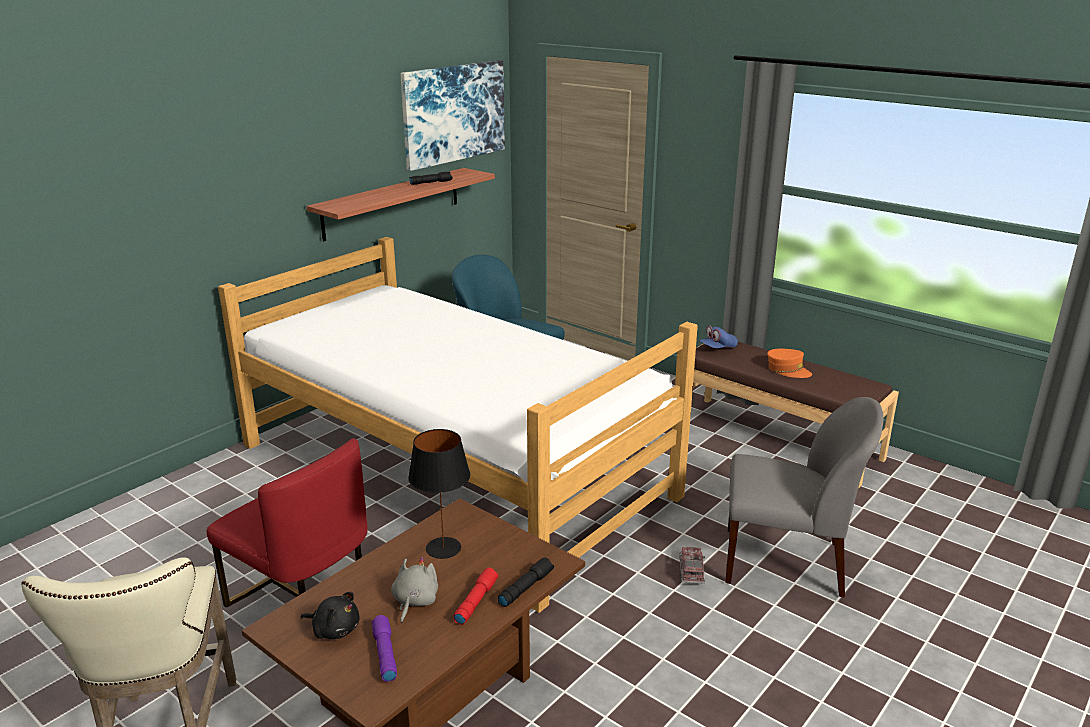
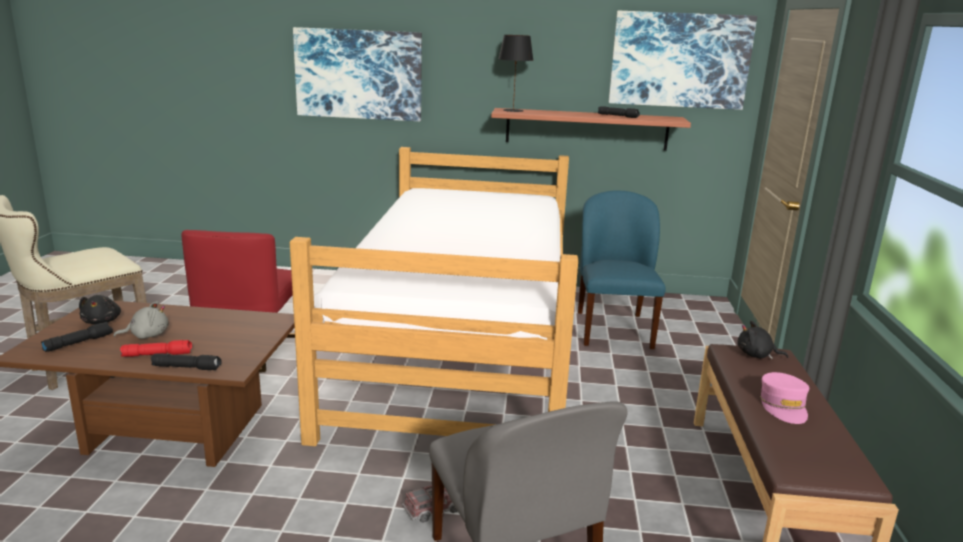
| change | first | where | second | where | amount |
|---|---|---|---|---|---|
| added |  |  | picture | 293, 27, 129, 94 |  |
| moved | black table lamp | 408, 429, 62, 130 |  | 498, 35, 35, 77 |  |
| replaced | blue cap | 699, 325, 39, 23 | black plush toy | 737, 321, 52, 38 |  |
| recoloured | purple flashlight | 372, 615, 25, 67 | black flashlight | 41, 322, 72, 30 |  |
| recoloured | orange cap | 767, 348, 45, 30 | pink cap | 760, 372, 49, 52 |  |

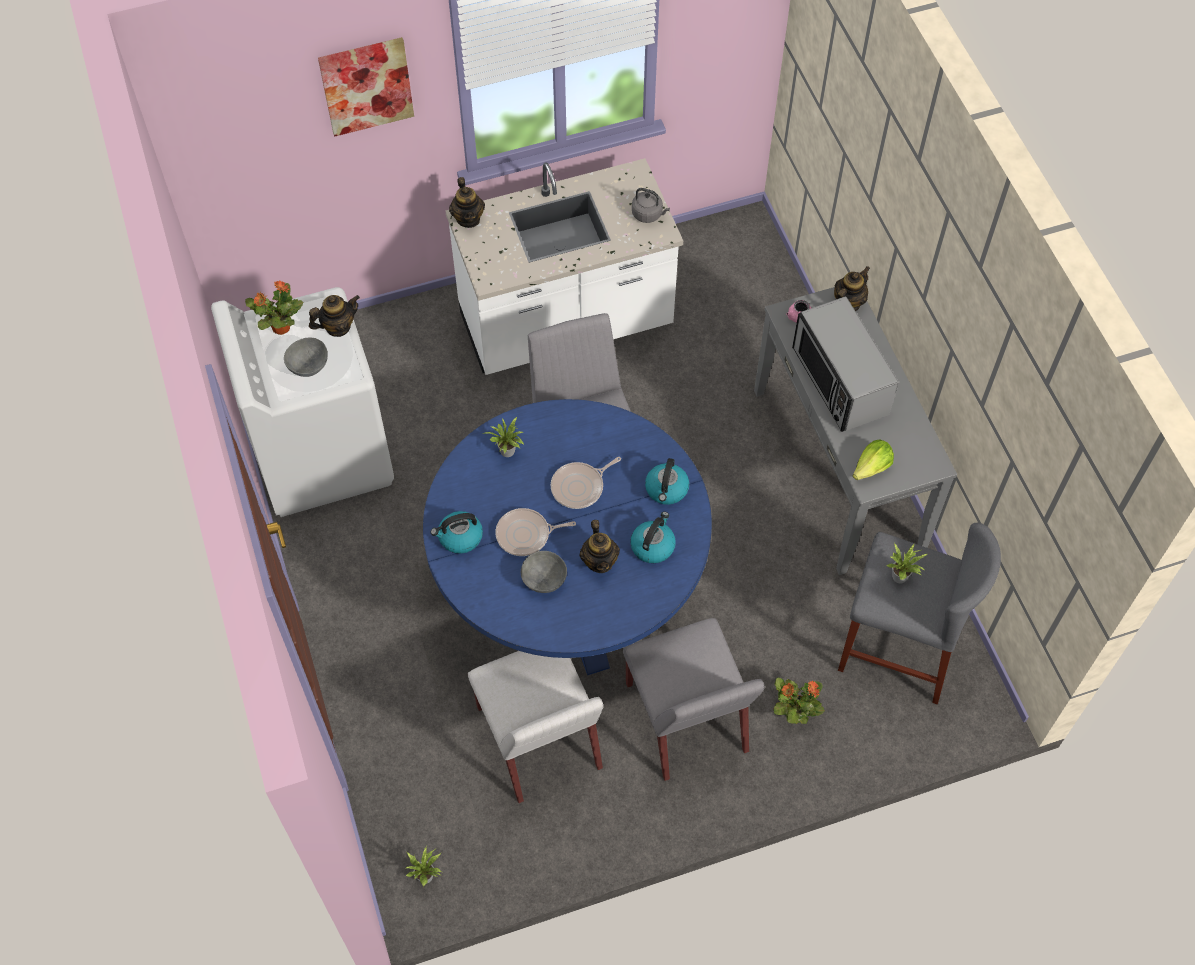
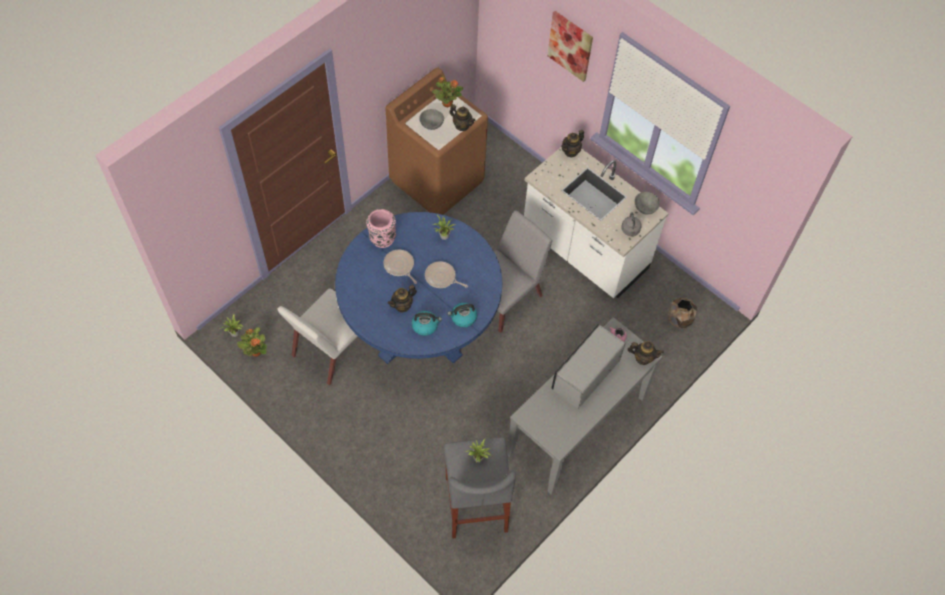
| change | first | where | second | where | amount |
|---|---|---|---|---|---|
| removed | grey chair | 623, 618, 142, 163 |  |  |  |
| removed | lettuce | 853, 439, 41, 41 |  |  |  |
| added |  |  | brown planter | 668, 297, 29, 31 |  |
| moved | grey bowl | 521, 551, 46, 42 |  | 635, 192, 25, 23 |  |
| moved | potted plant | 773, 678, 52, 46 |  | 237, 327, 30, 30 |  |
| replaced | kettle | 431, 511, 52, 43 | pink vase | 366, 209, 30, 39 |  |
| recoloured | white washing machine | 211, 287, 183, 230 | brown washing machine | 385, 68, 103, 147 |  |

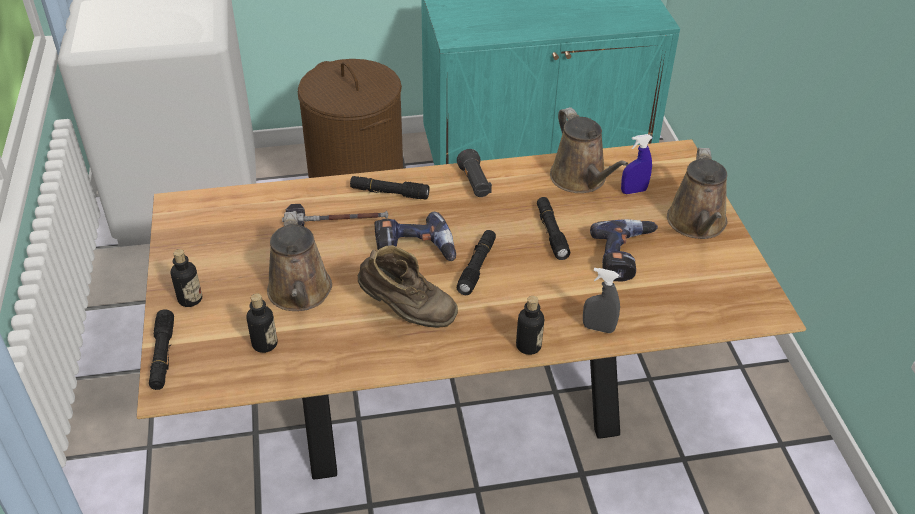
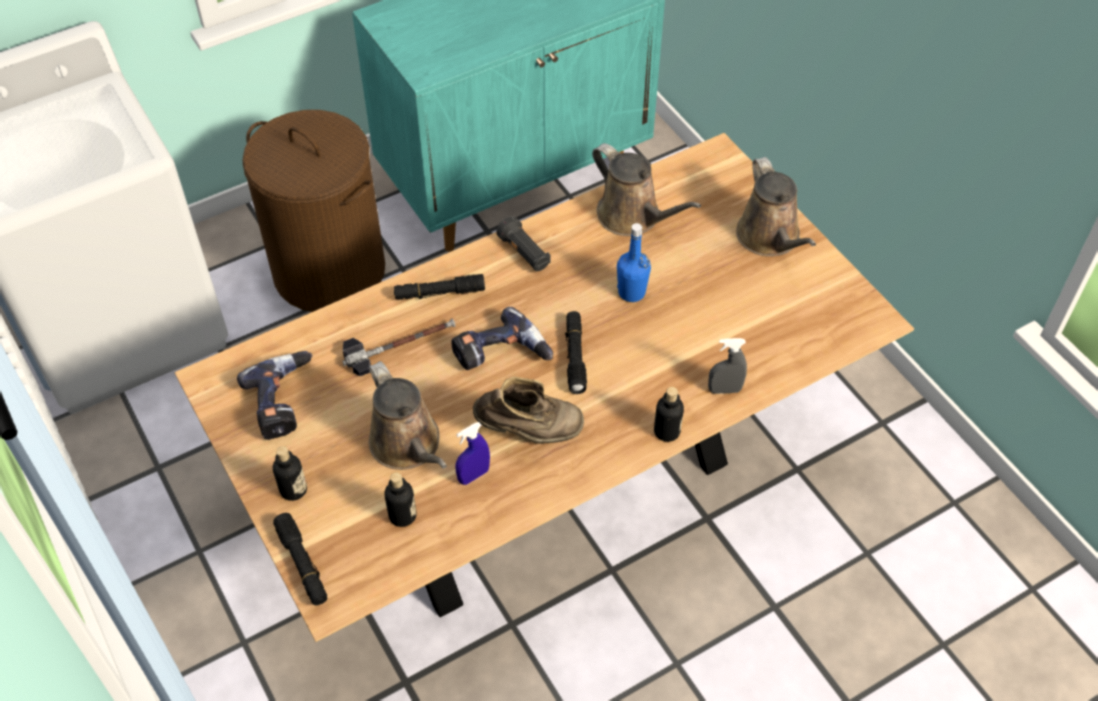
| change | first | where | second | where | amount |
|---|---|---|---|---|---|
| moved | power drill | 590, 219, 68, 62 |  | 237, 351, 76, 89 |  |
| moved | blue spray bottle | 621, 134, 32, 60 |  | 455, 422, 35, 63 |  |
| replaced | black flashlight | 537, 197, 33, 63 | blue bottle | 617, 223, 34, 79 |  |

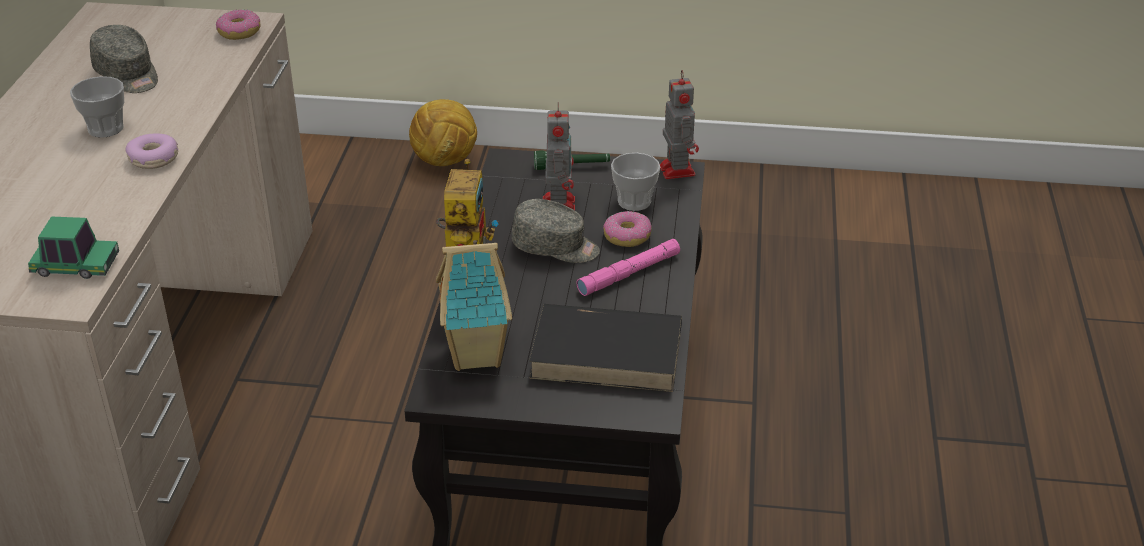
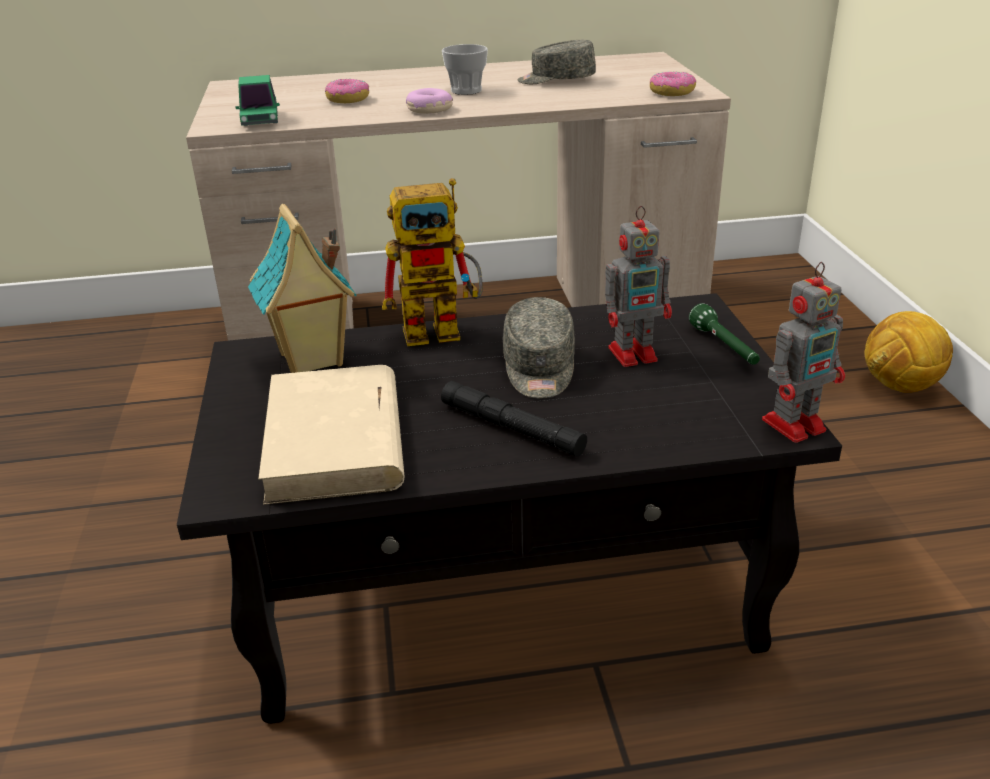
| change | first | where | second | where | amount |
|---|---|---|---|---|---|
| removed | cup | 611, 153, 49, 58 |  |  |  |
| moved | donut | 603, 211, 49, 36 |  | 325, 79, 44, 24 |  |
| recoloured | black book | 529, 304, 153, 88 | beige book | 258, 365, 147, 140 |  |
| recoloured | pink flashlight | 577, 239, 103, 57 | black flashlight | 441, 381, 146, 76 |  |
| turned | grey cap | 90, 25, 68, 68 |  | 518, 40, 78, 44 | 60 degrees clockwise |

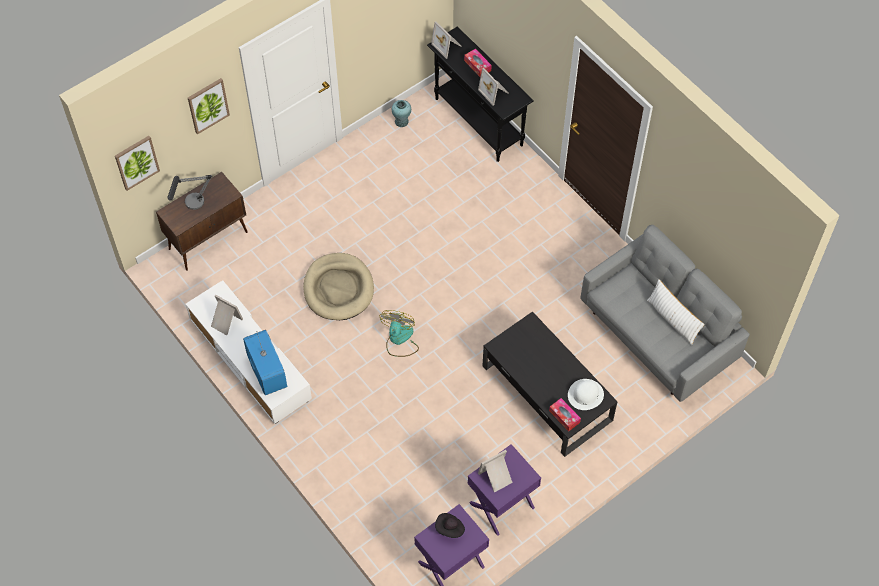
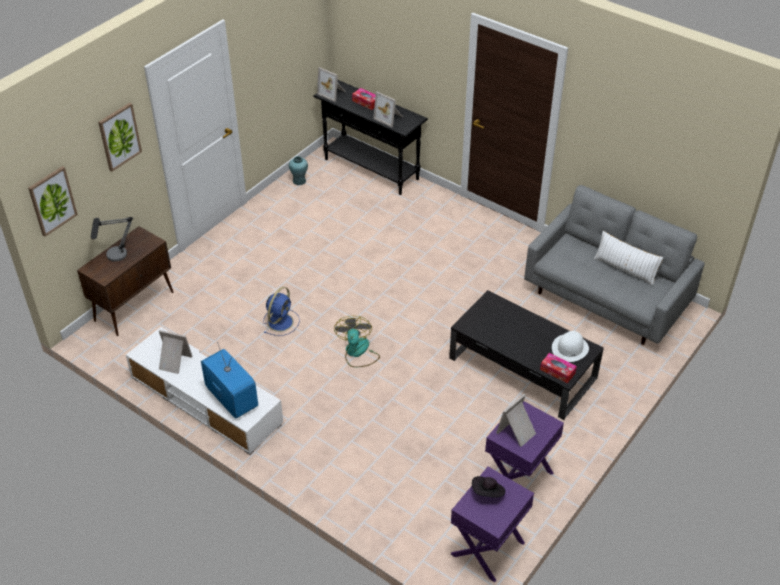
| change | first | where | second | where | amount |
|---|---|---|---|---|---|
| replaced | beige dog bed | 303, 253, 71, 67 | blue fan | 263, 287, 37, 49 |  |

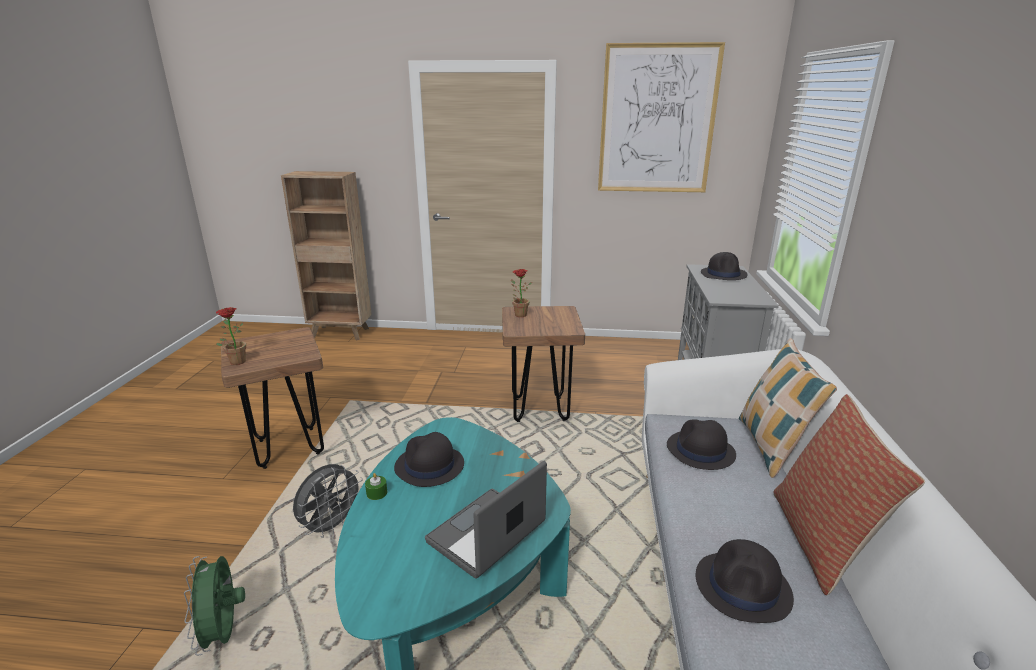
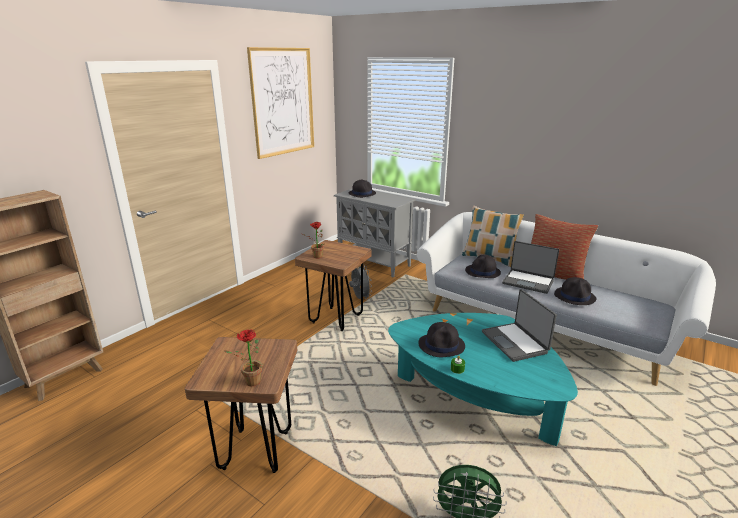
| change | first | where | second | where | amount |
|---|---|---|---|---|---|
| added |  |  | laptop | 502, 241, 57, 53 |  |
| moved | grey fan | 293, 464, 70, 74 |  | 349, 265, 23, 35 |  |

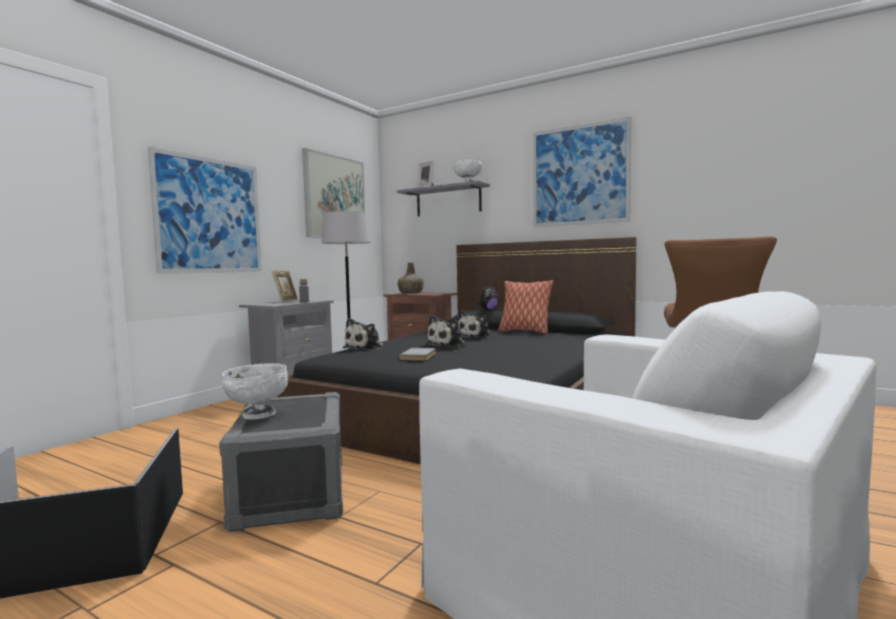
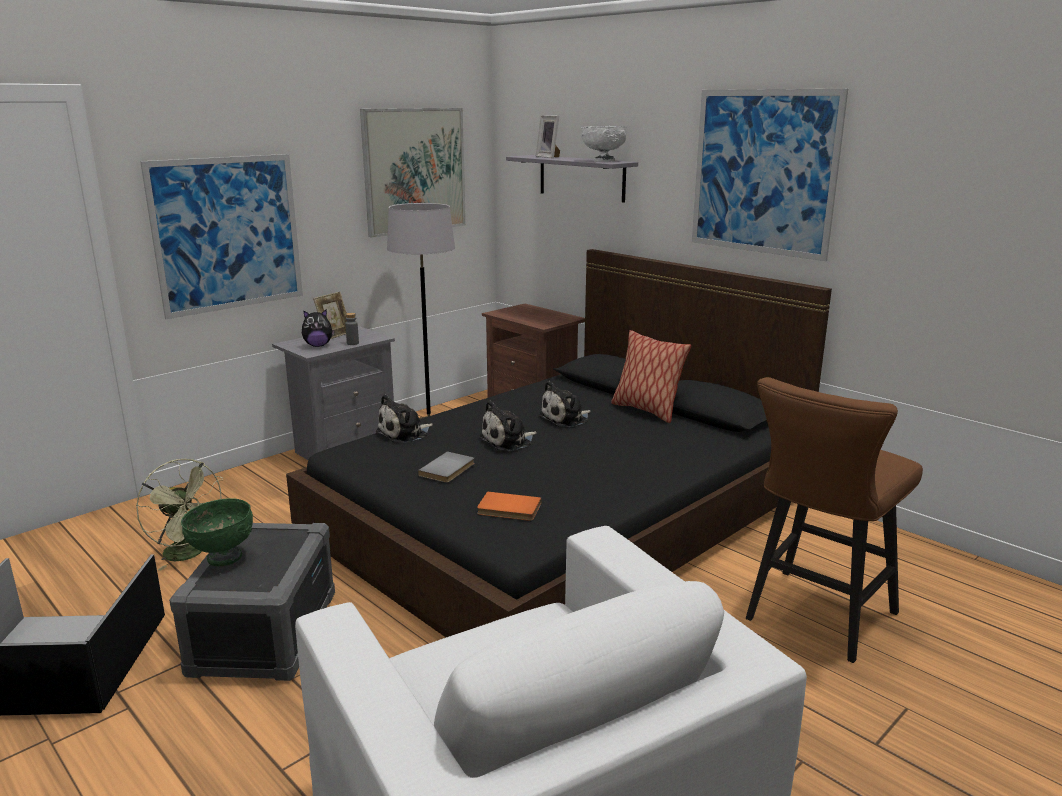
| change | first | where | second | where | amount |
|---|---|---|---|---|---|
| removed | green bottle | 398, 263, 26, 31 |  |  |  |
| added |  |  | green fan | 136, 459, 87, 112 |  |
| added |  |  | orange book | 477, 492, 64, 29 |  |
| moved | plush toy | 478, 285, 21, 26 |  | 302, 310, 33, 37 |  |
| recoloured | white bowl | 222, 363, 66, 57 | green bowl | 181, 498, 72, 68 |  |

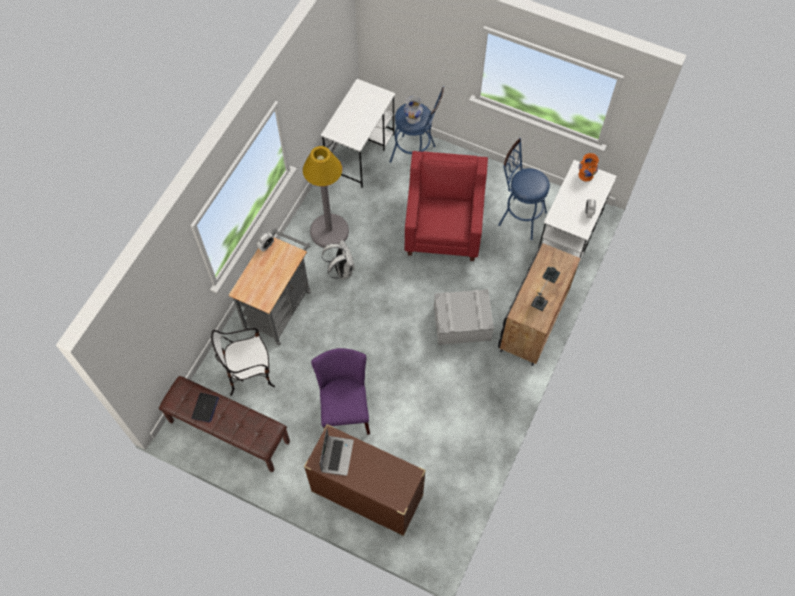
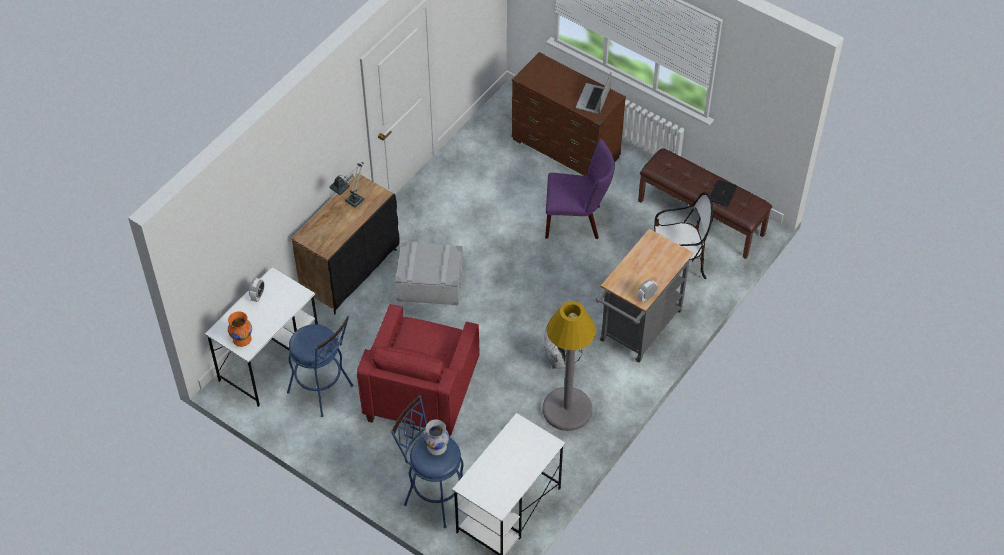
| change | first | where | second | where | amount |
|---|---|---|---|---|---|
| turned | purple chair | 311, 348, 59, 87 |  | 545, 139, 70, 100 | 90 degrees counterclockwise |

